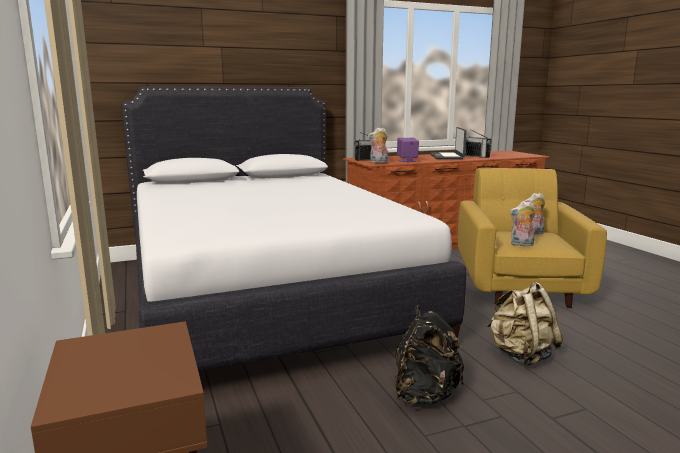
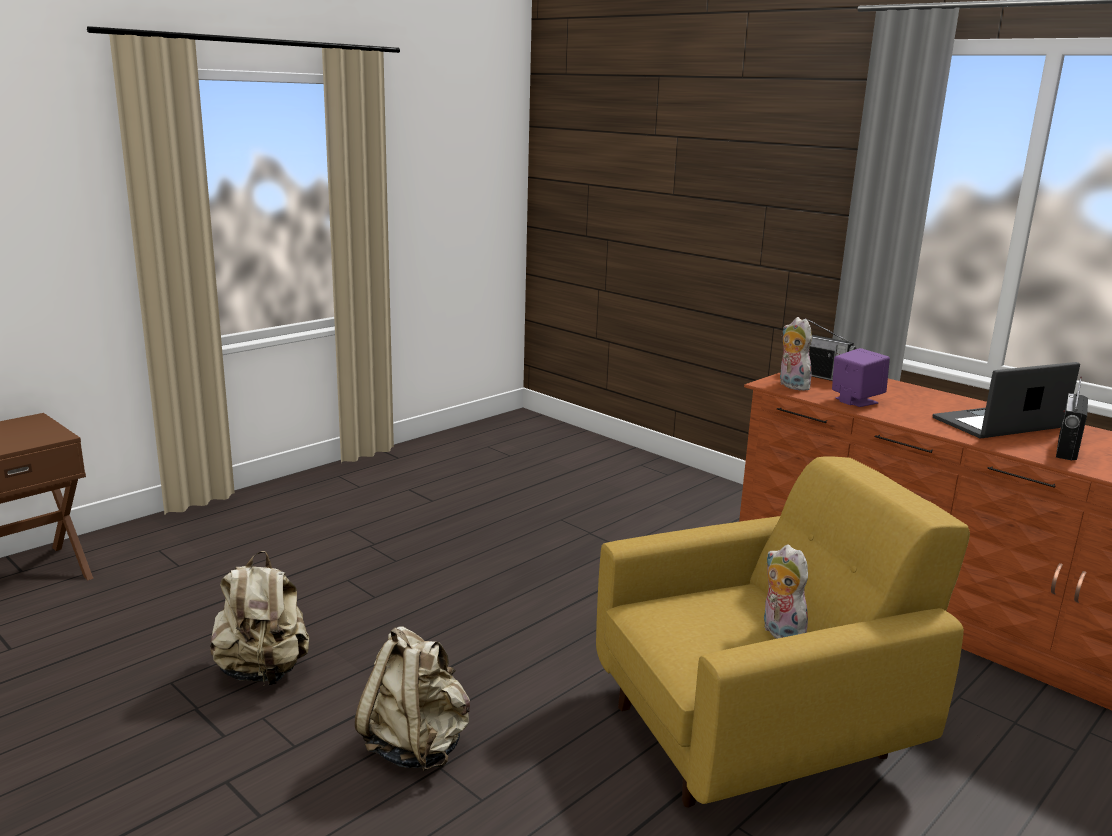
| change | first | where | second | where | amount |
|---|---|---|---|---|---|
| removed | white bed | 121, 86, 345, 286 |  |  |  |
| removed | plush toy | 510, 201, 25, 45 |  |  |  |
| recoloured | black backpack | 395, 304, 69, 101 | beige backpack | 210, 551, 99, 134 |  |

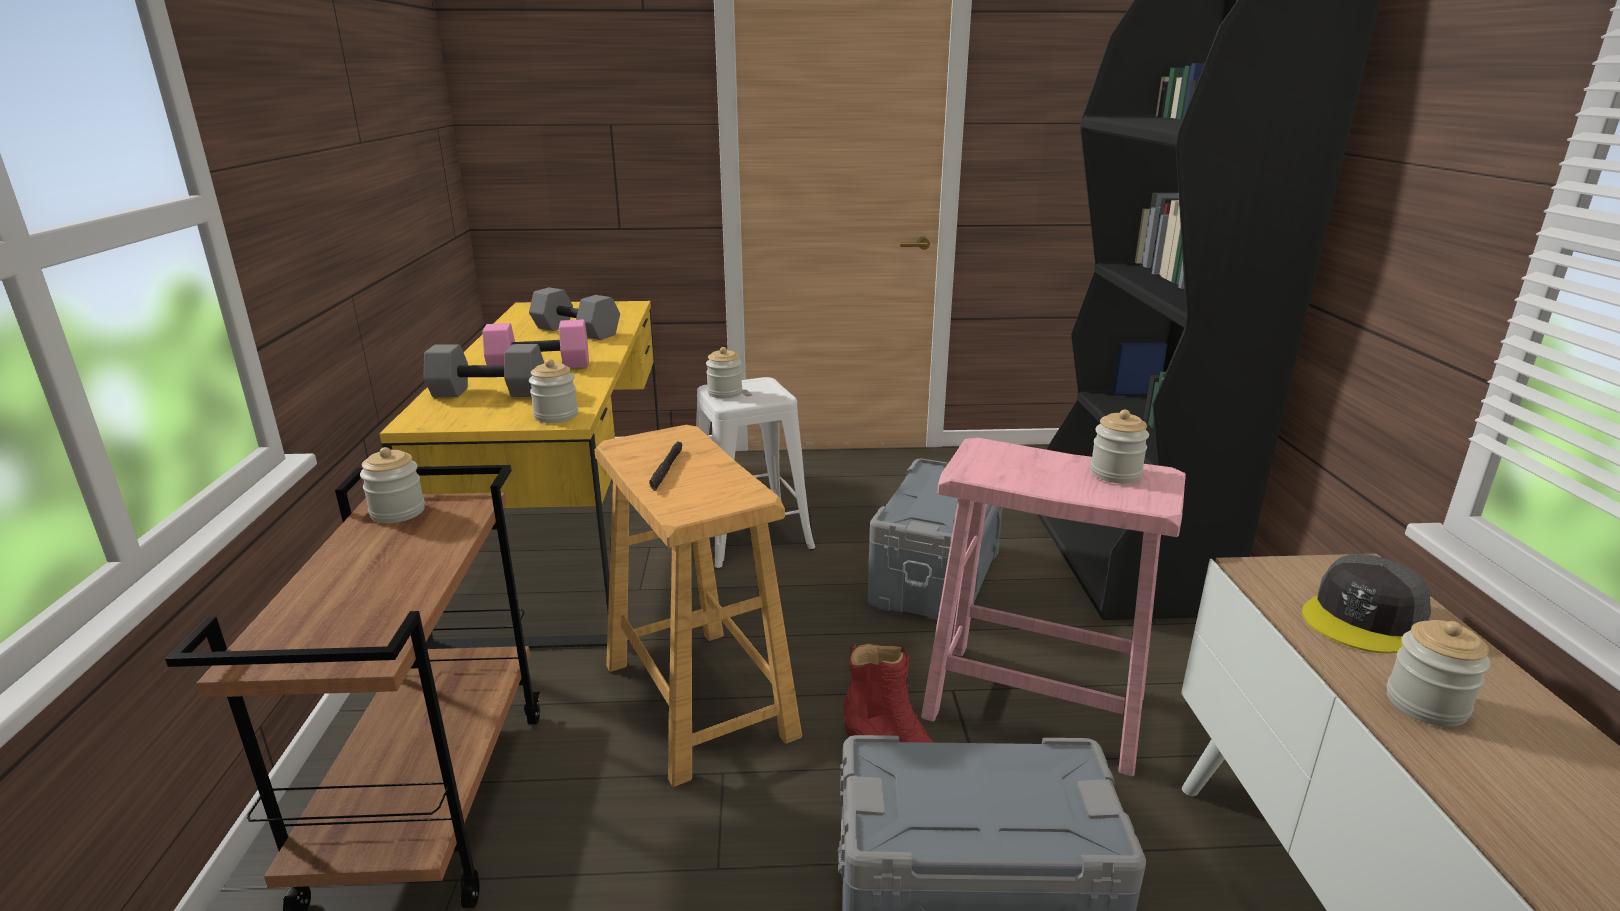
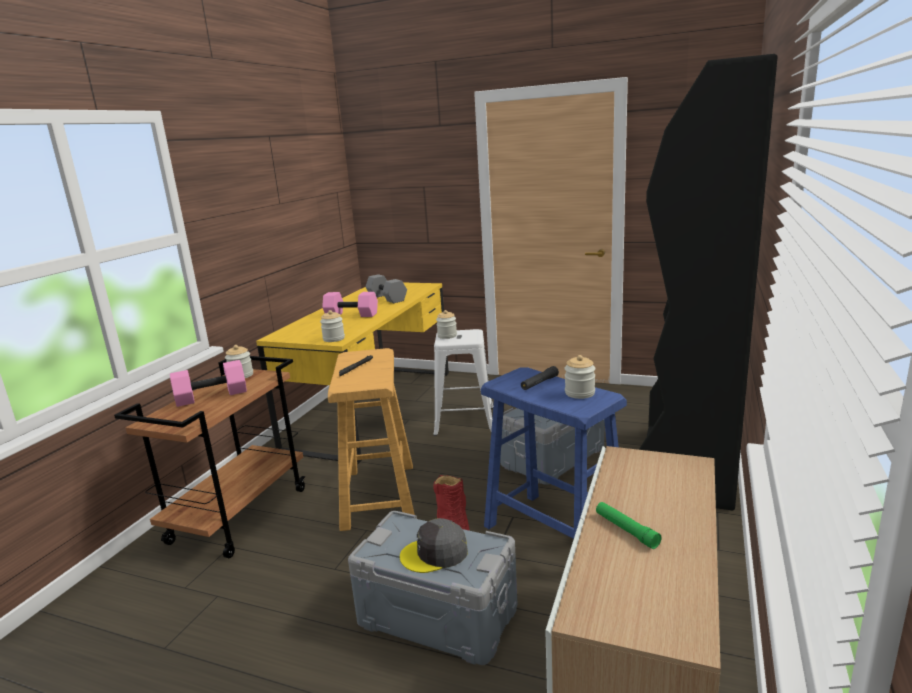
| change | first | where | second | where | amount |
|---|---|---|---|---|---|
| removed | grey dumbbell | 424, 344, 120, 53 |  |  |  |
| added |  |  | pink dumbbell | 170, 360, 77, 47 |  |
| added |  |  | black flashlight | 521, 366, 38, 24 |  |
| moved | grey cap | 1302, 554, 129, 99 |  | 400, 518, 68, 55 |  |
| replaced | jar | 1387, 620, 104, 107 | green flashlight | 596, 502, 65, 47 |  |
| recoloured | pink stool | 921, 438, 265, 338 | blue stool | 481, 368, 146, 171 |  |

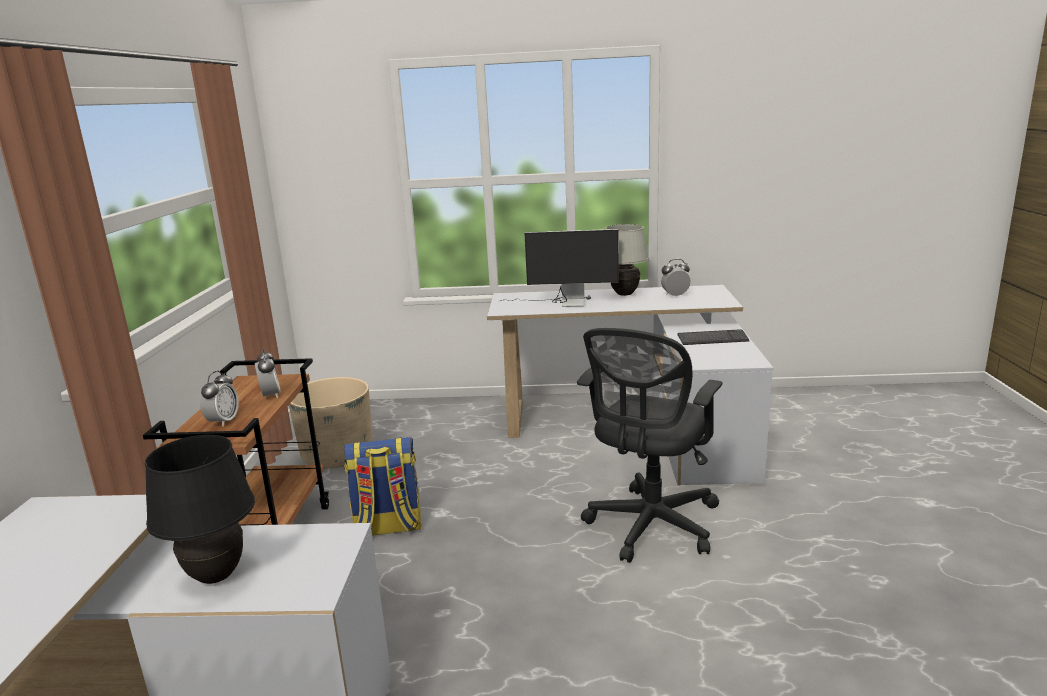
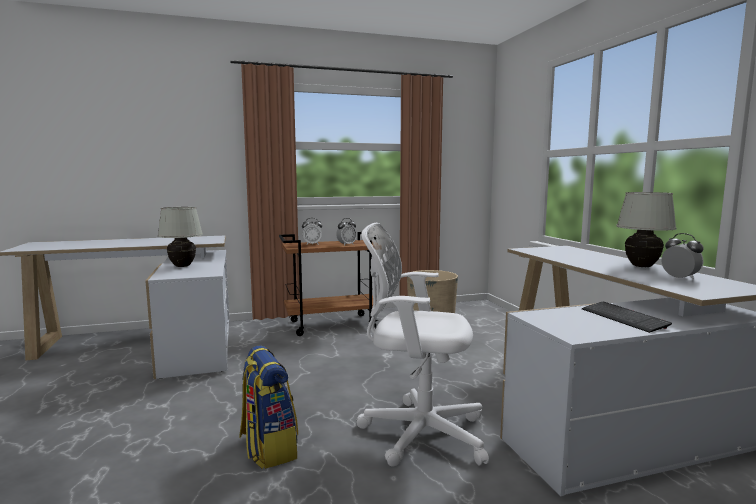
| change | first | where | second | where | amount |
|---|---|---|---|---|---|
| removed | monitor | 500, 229, 119, 78 |  |  |  |
| moved | backpack | 343, 437, 79, 99 |  | 239, 345, 59, 124 |  |
| recoloured | black table lamp | 145, 435, 110, 149 | white table lamp | 158, 207, 45, 60 |  |
| recoloured | black office chair | 577, 328, 146, 235 | white office chair | 356, 223, 133, 244 |  |

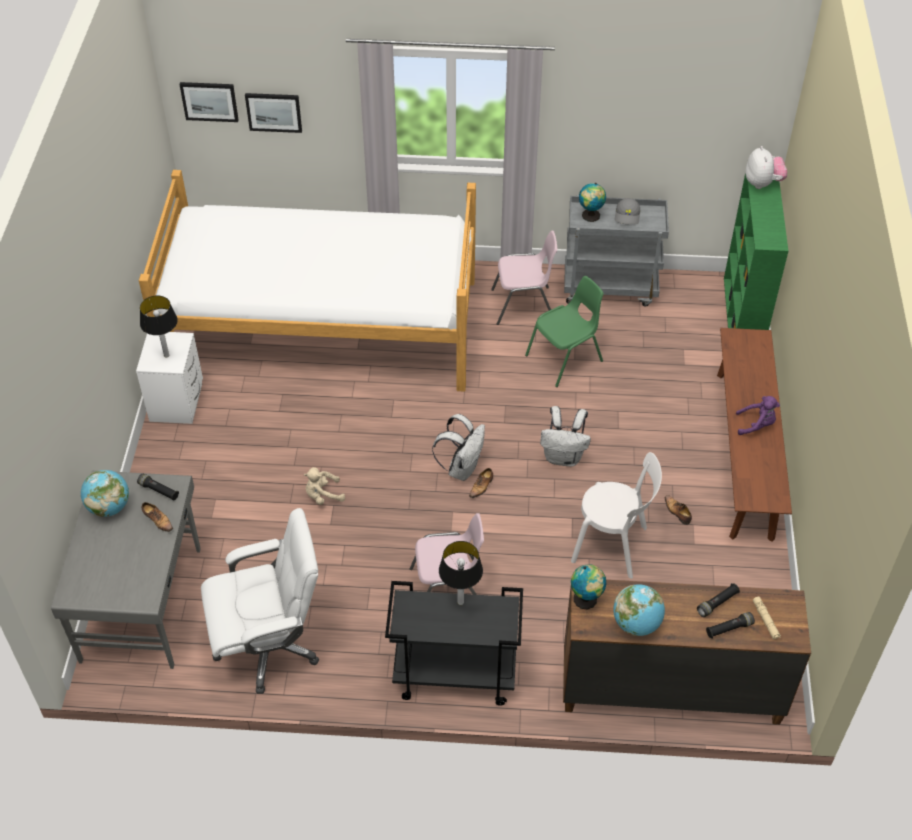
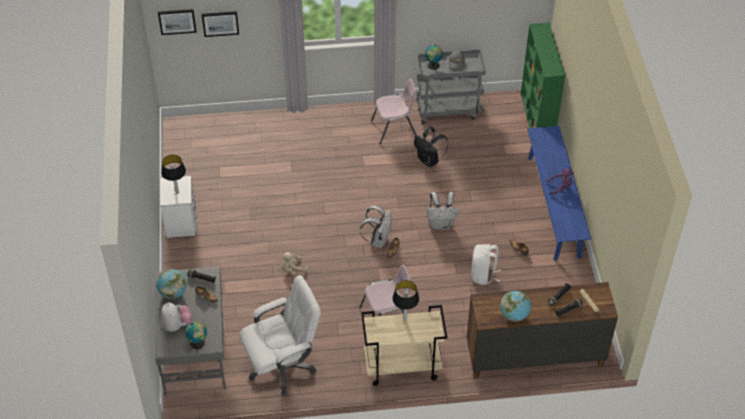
| change | first | where | second | where | amount |
|---|---|---|---|---|---|
| removed | bed | 139, 170, 337, 222 |  |  |  |
| moved | globe | 571, 564, 35, 45 |  | 185, 322, 22, 27 |  |
| moved | plush toy | 746, 146, 41, 43 |  | 161, 303, 31, 29 |  |
| replaced | green chair | 525, 276, 78, 111 | black backpack | 414, 126, 35, 41 |  |
| replaced | white chair | 571, 452, 91, 127 | white backpack | 472, 244, 29, 41 |  |
| recoloured | black cart | 385, 581, 138, 125 | beige cart | 361, 305, 87, 81 |  |
| recoloured | brown bench | 717, 328, 75, 214 | blue bench | 527, 126, 64, 135 |  |

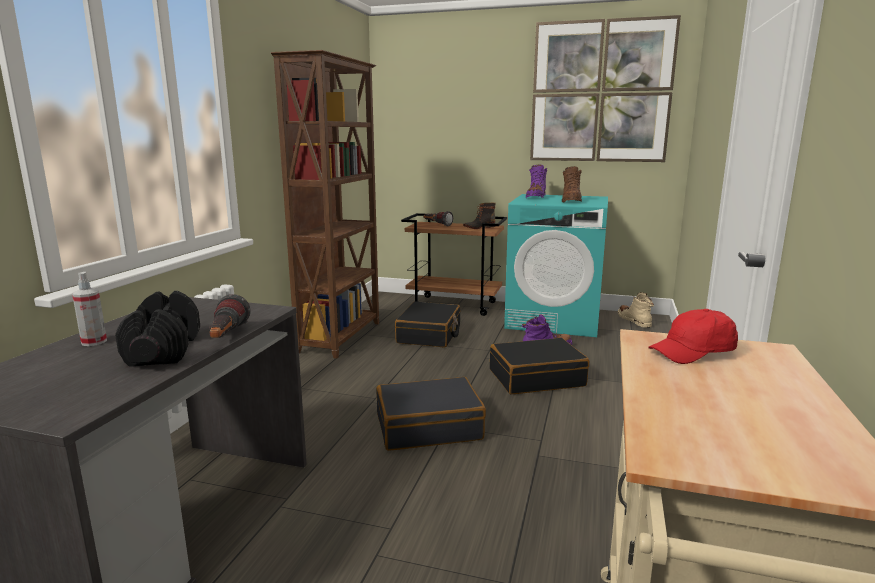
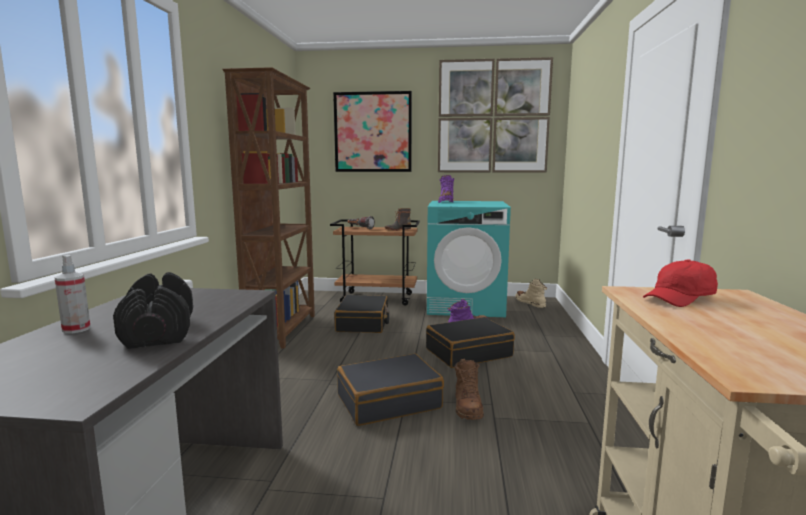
| change | first | where | second | where | amount |
|---|---|---|---|---|---|
| removed | flashlight | 209, 294, 42, 44 |  |  |  |
| added |  |  | picture | 333, 91, 79, 81 |  |
| moved | brown boot | 562, 166, 20, 37 |  | 454, 358, 30, 62 |  |

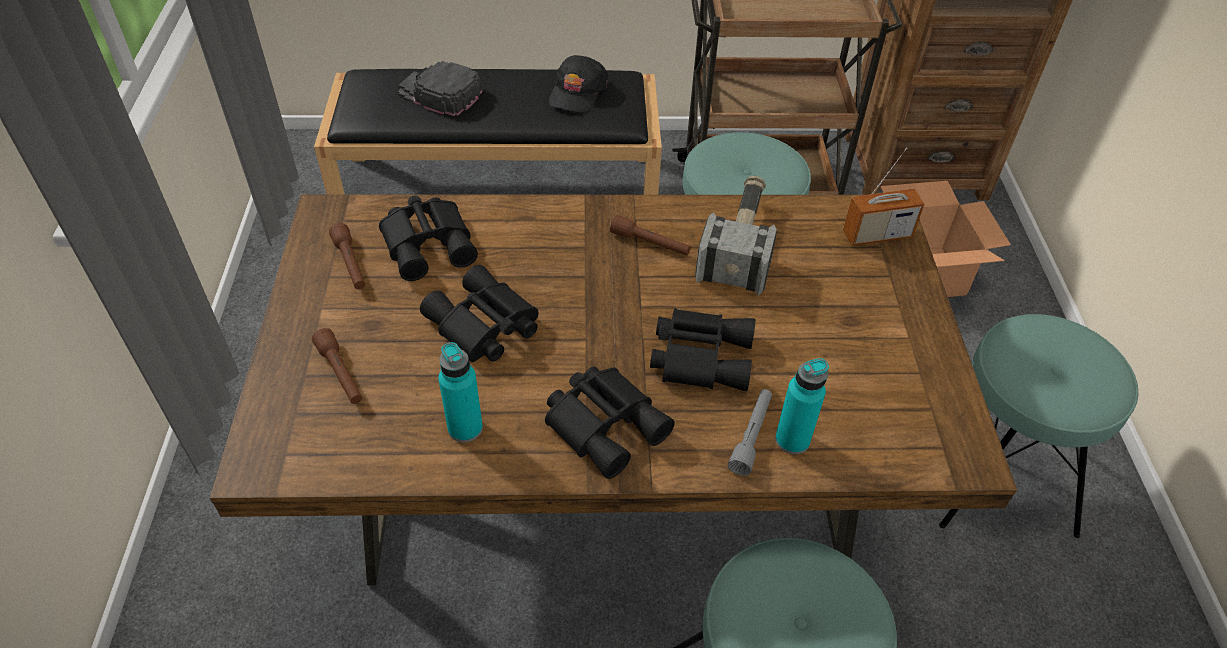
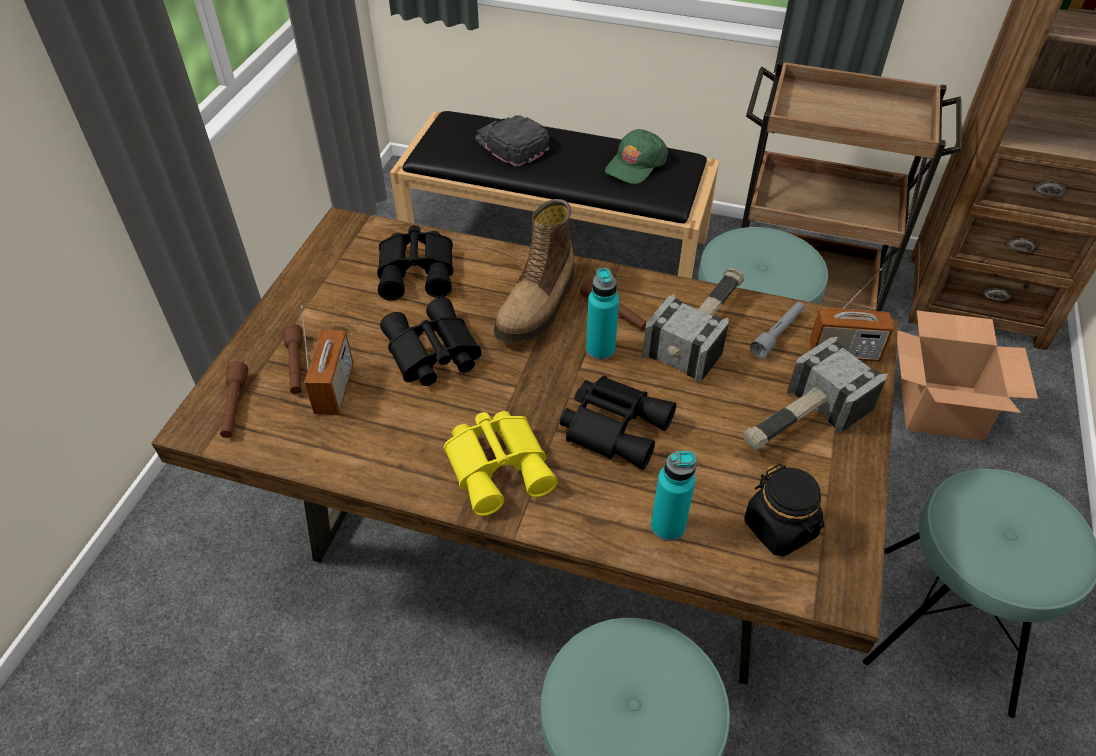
| change | first | where | second | where | amount |
|---|---|---|---|---|---|
| added |  |  | radio | 301, 305, 52, 110 |  |
| added |  |  | boot | 494, 199, 80, 145 |  |
| added |  |  | hammer | 743, 337, 145, 114 |  |
| added |  |  | black jar | 744, 464, 80, 92 |  |
| moved | brown flashlight | 329, 223, 36, 66 |  | 220, 361, 28, 77 |  |
| moved | turquoise bottle | 438, 342, 45, 101 |  | 586, 268, 33, 92 |  |
| moved | grey flashlight | 728, 389, 44, 87 |  | 750, 302, 55, 56 |  |
| recoloured | black binoculars | 545, 367, 130, 112 | yellow binoculars | 444, 411, 114, 105 |  |
| recoloured | black cap | 549, 55, 59, 58 | green cap | 605, 129, 63, 55 |  |

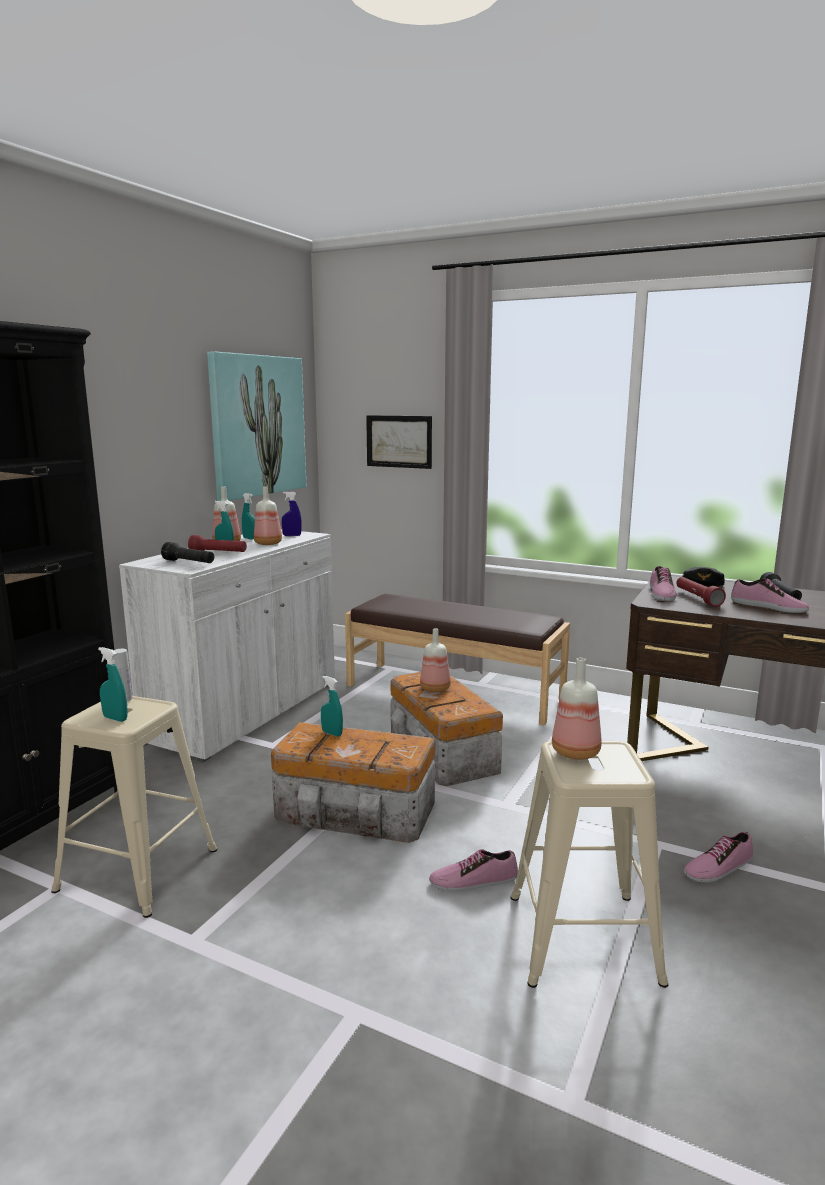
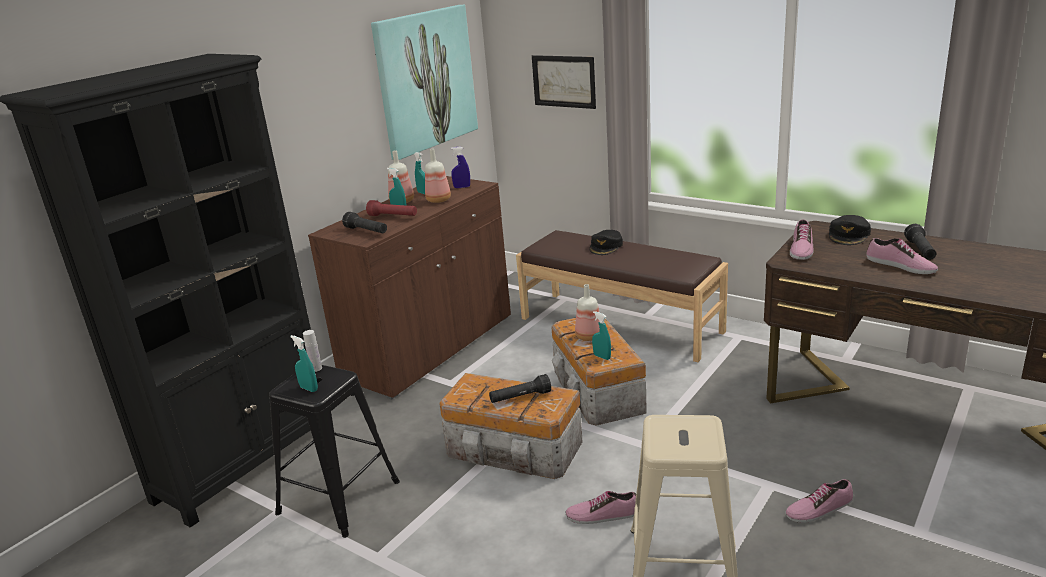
| change | first | where | second | where | amount |
|---|---|---|---|---|---|
| removed | bottle | 552, 658, 50, 102 |  |  |  |
| removed | red flashlight | 676, 577, 50, 30 |  |  |  |
| added |  |  | black flashlight | 489, 374, 62, 29 |  |
| added |  |  | black cap | 589, 230, 34, 25 |  |
| moved | turquoise spray bottle | 321, 676, 22, 61 |  | 592, 311, 19, 49 |  |
| recoloured | beige stool | 51, 696, 166, 222 | black stool | 269, 365, 131, 173 |  |
| recoloured | white cabinet | 119, 529, 216, 233 | brown cabinet | 308, 176, 203, 224 |  |

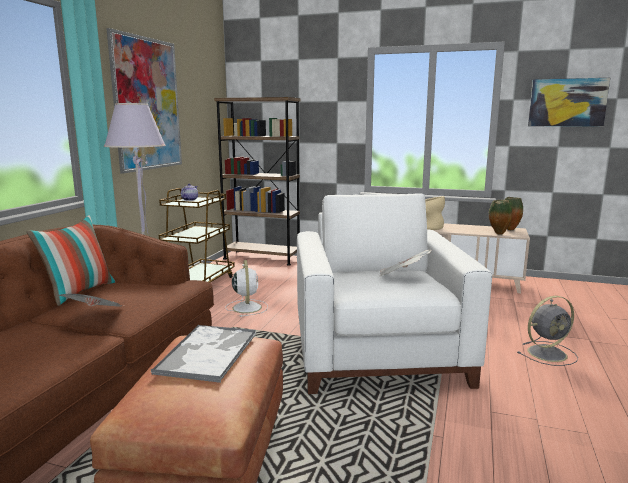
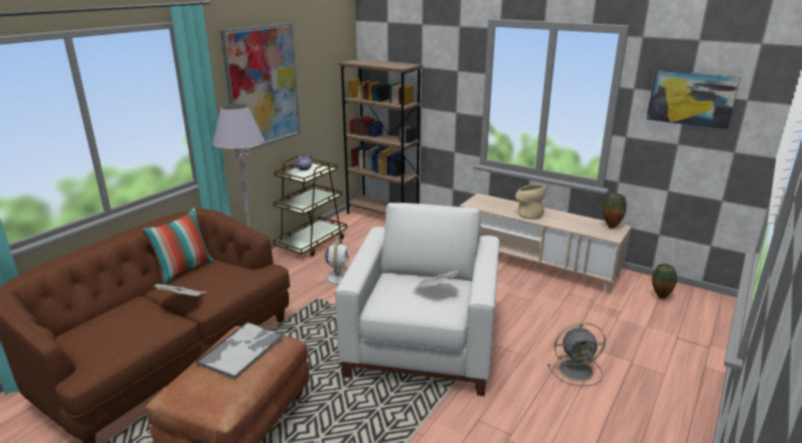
| change | first | where | second | where | amount |
|---|---|---|---|---|---|
| moved | vase | 489, 200, 23, 35 |  | 652, 264, 25, 35 |  |

